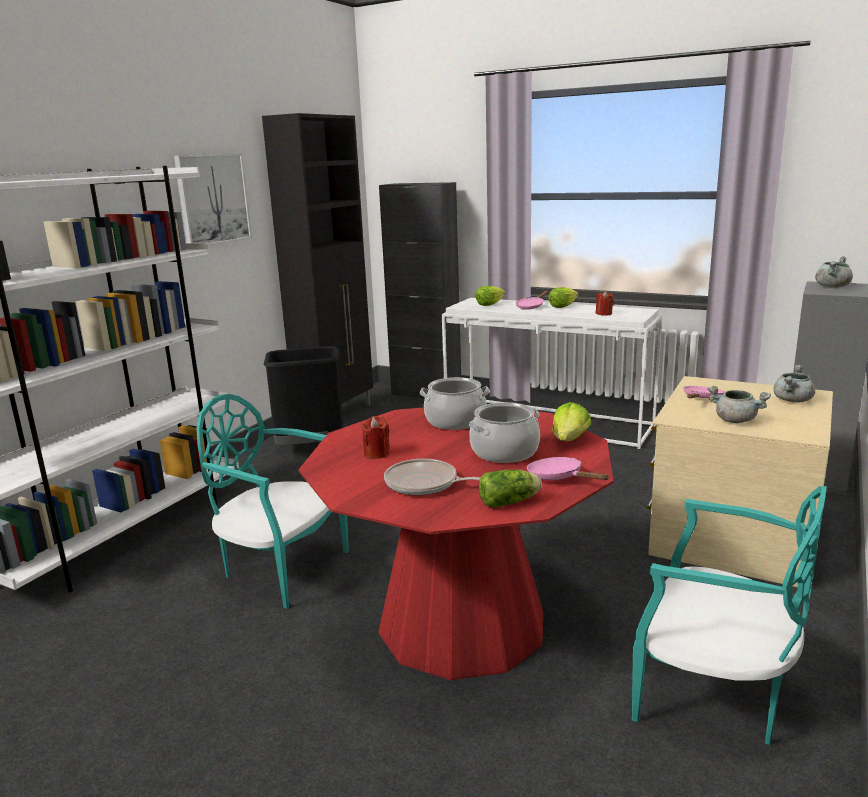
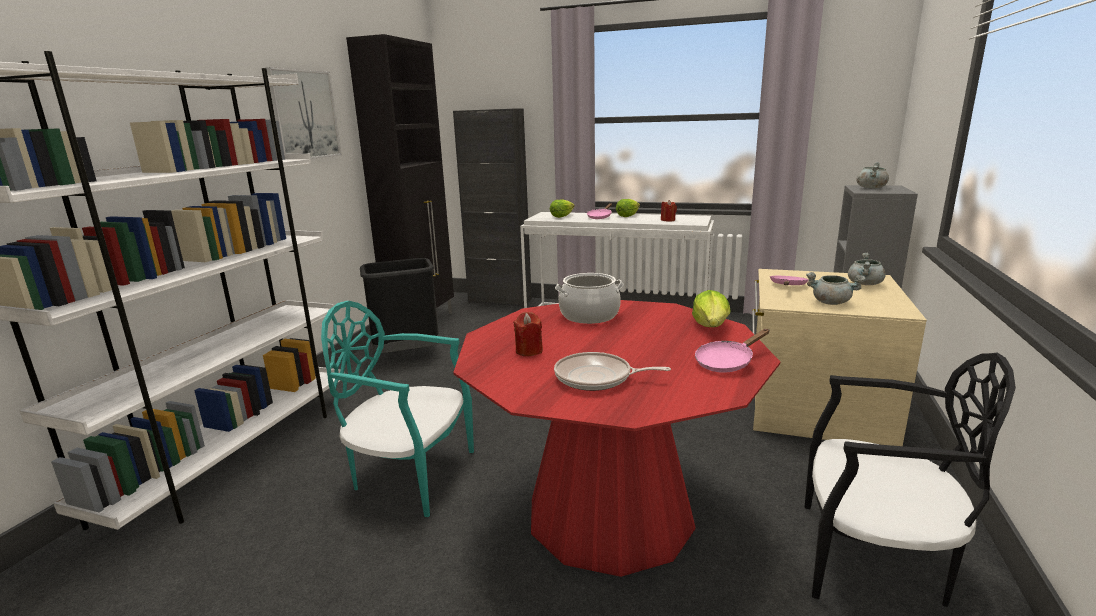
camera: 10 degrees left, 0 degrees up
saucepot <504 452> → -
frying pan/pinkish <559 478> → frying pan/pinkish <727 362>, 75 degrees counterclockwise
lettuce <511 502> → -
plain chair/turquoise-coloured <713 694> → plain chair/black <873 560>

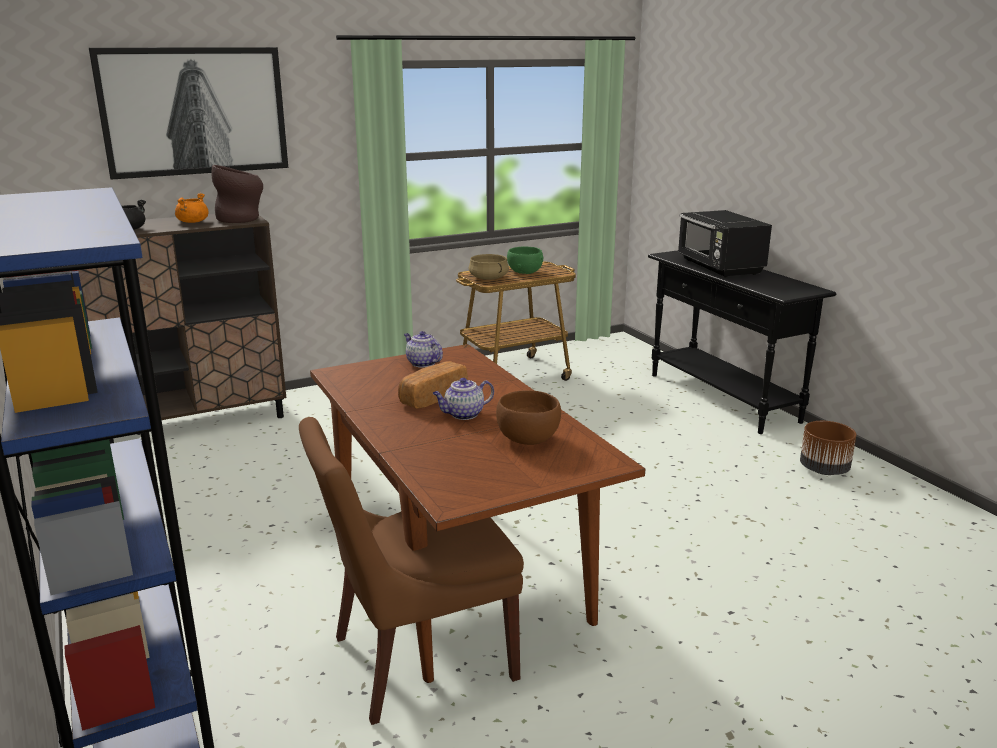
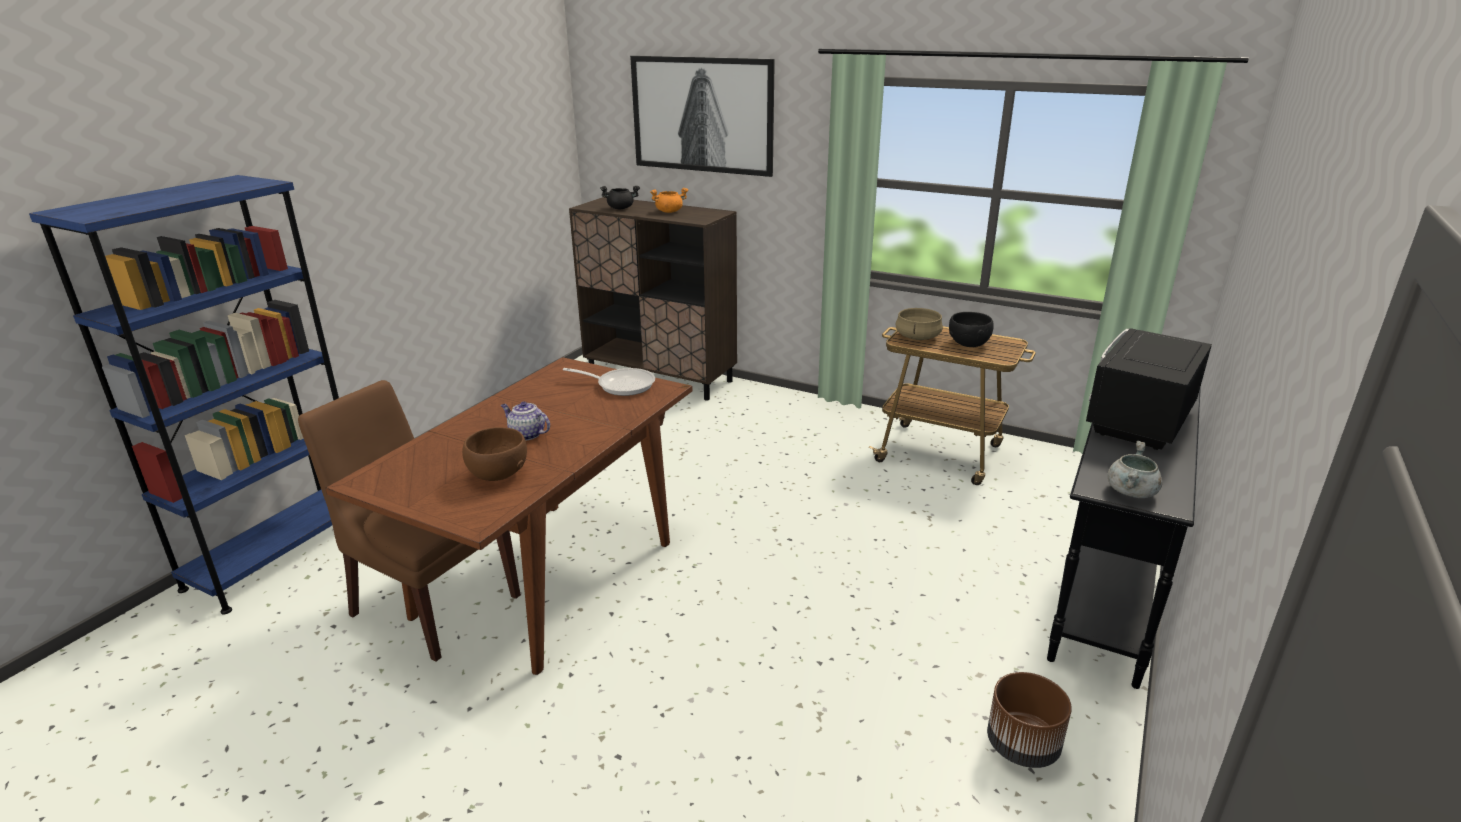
camera: 55 degrees right, 5 degrees up
vase/brown <242 219> → -
serving bowl/greenish <525 272> → serving bowl/black <969 344>
pot for tea <422 363> → frying pan <621 385>
baked bread <432 397> → -
- → saucepot/gray <1131 492>

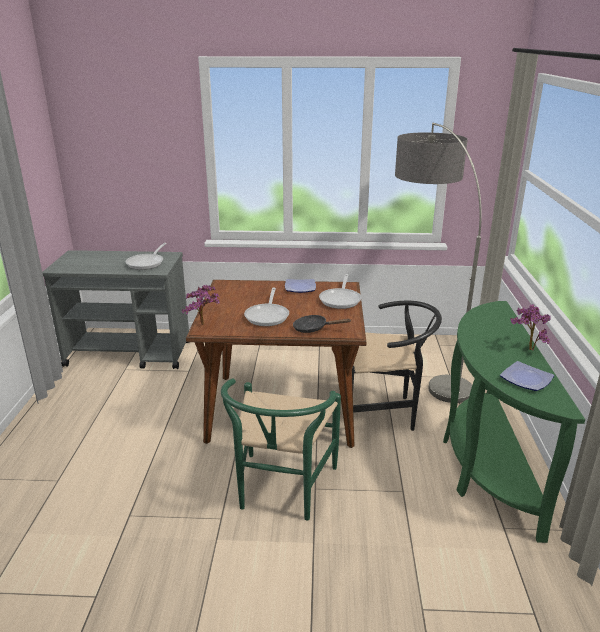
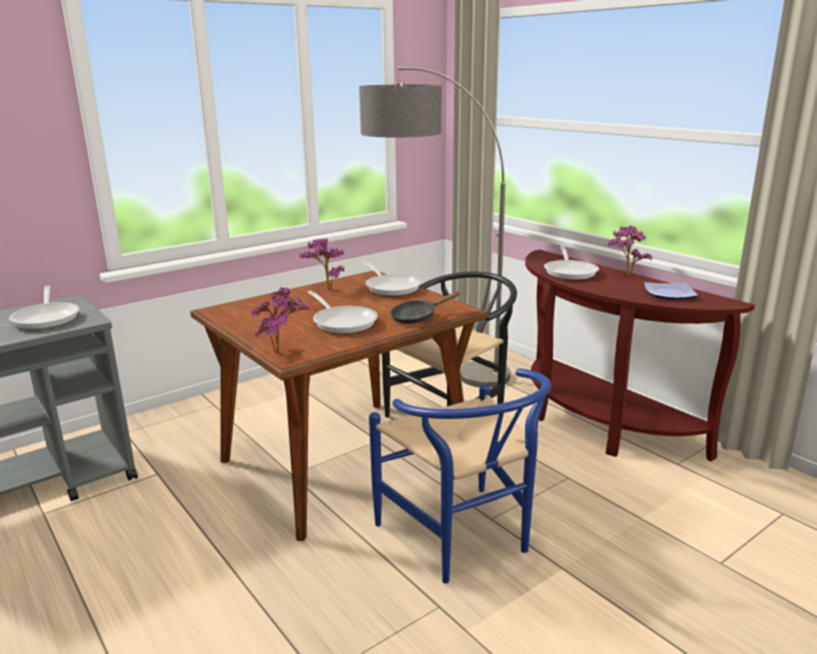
camera: 40 degrees left, 5 degrees down
flat dish <301 288> → potted plant <325 289>
narrow table/greenish <485 466> → narrow table/brown <597 423>
plain chair/greenish <281 491> → plain chair/blue <463 540>
- → frying pan <570 272>

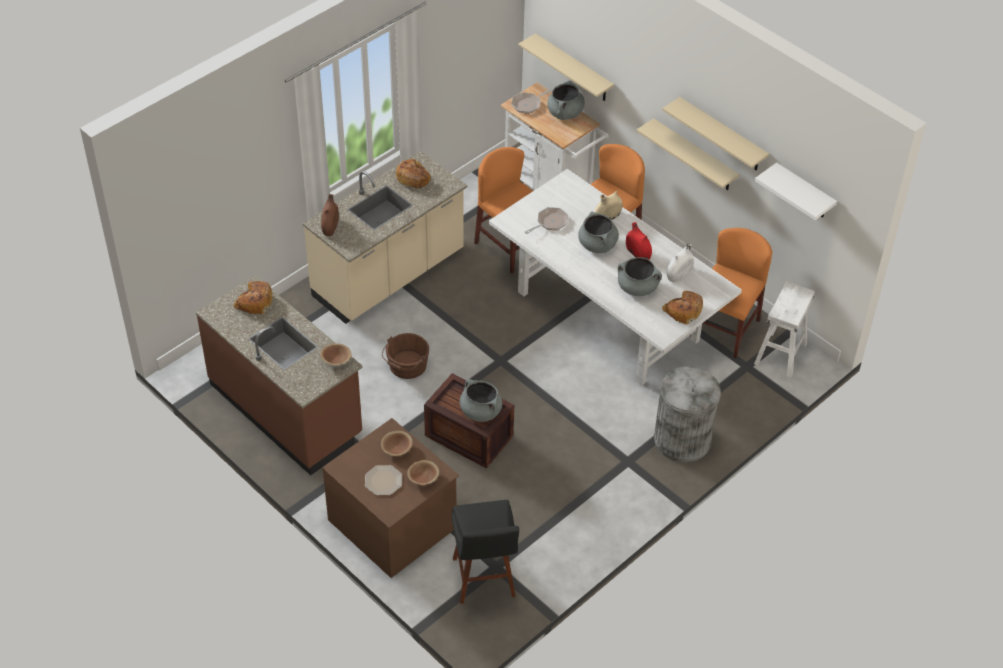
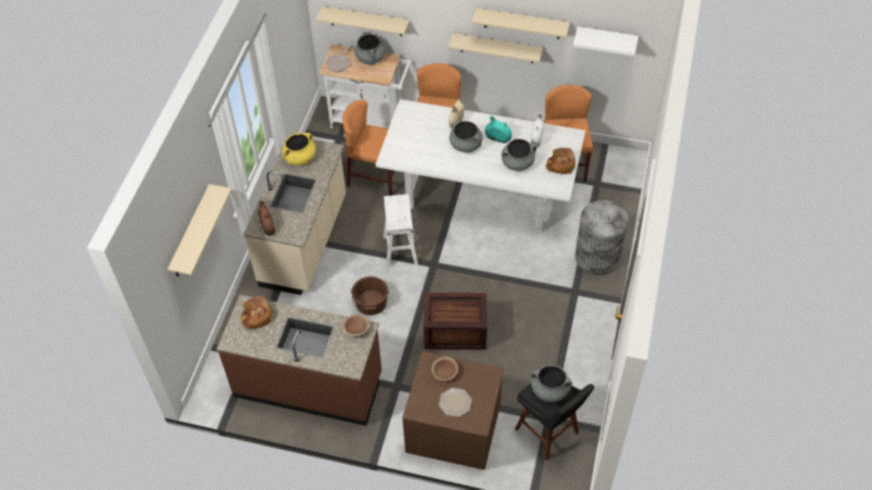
camera: 30 degrees left, 5 degrees up
baked bread <413 178> → saucepot/yellow-coloured <300 158>
frying pan <550 223> → -
vase/red-coloured <637 254> → vase/turquoise-coloured <498 138>
stool/whitish <781 354> → stool/whitish <400 250>, moved
saucepot/gray <480 411> → saucepot/gray <549 390>, moved
serving bowl/brown <423 478> → -
- → shelf/beige-coloured <191 233>

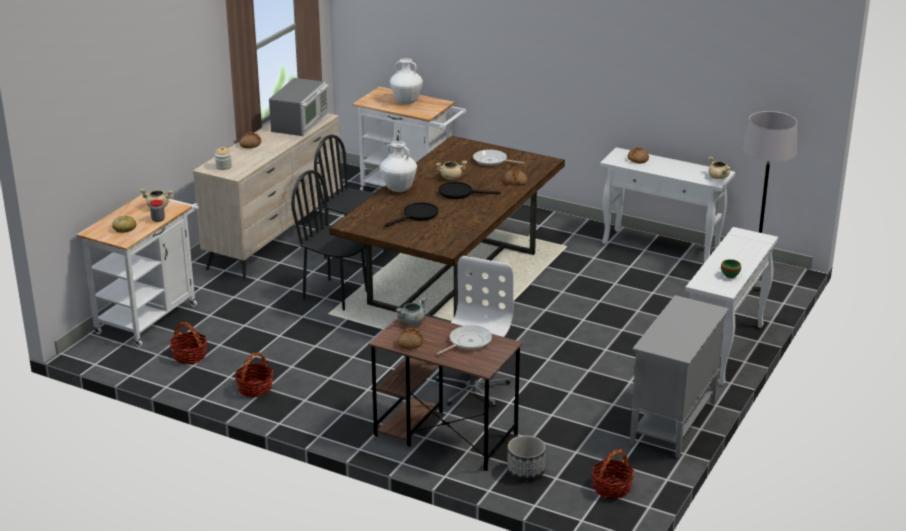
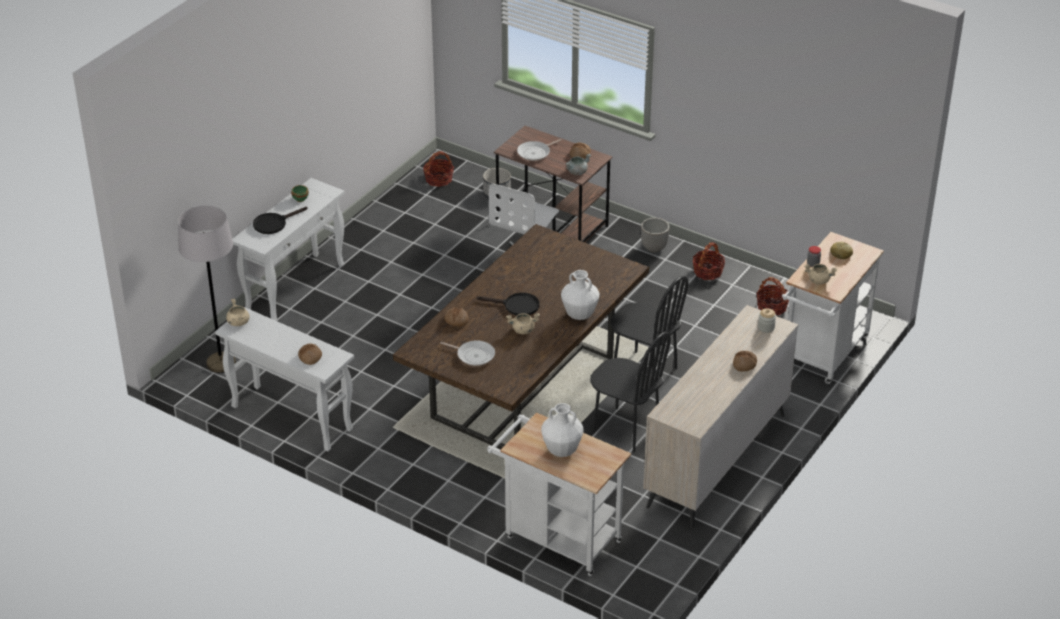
camera: 175 degrees left, 10 degrees up
microwave <300 122> → -
frying pan/black <417 216> → frying pan/black <274 223>, moved
storage cabinet/gray <673 423> → -
- → flower pot <654 247>

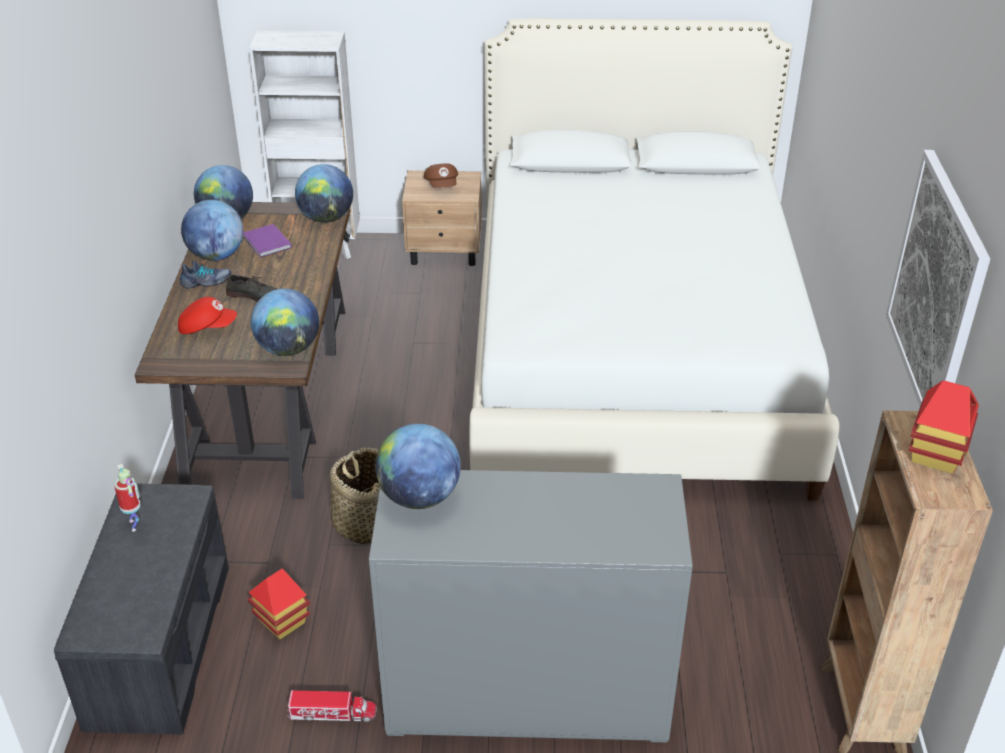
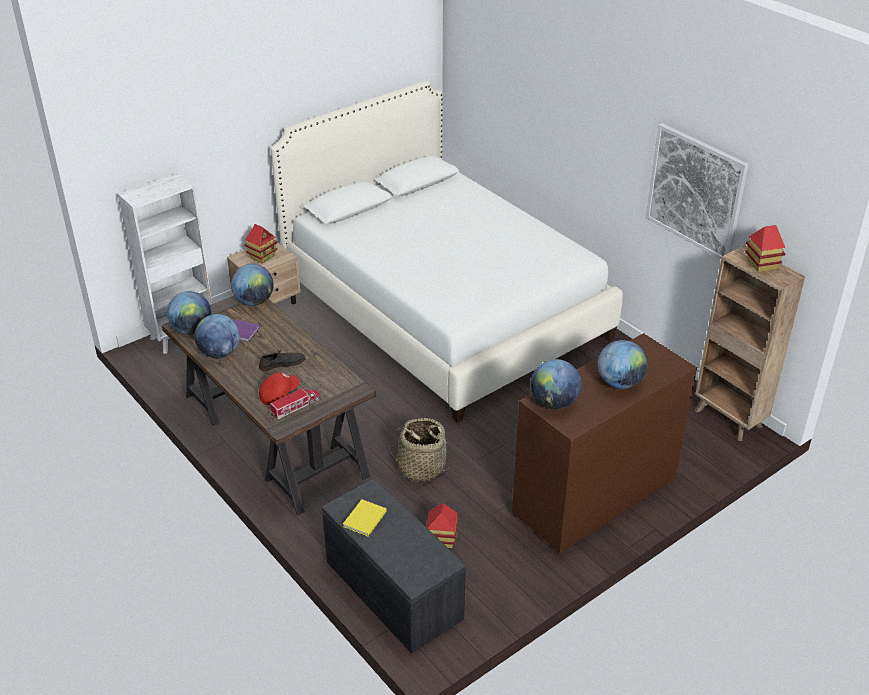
camera: 40 degrees left, 0 degrees up
cap/brown <442 186> → toy house <262 257>
item of footwear <206 282> → -
desk globe <288 349> → desk globe <619 383>, moved
model robot <135 525> → bound book/yellow-coloured <363 519>
dresser/gray <527 693> → dresser/brown <595 497>
toy truck <332 713> → toy truck <295 407>, moved

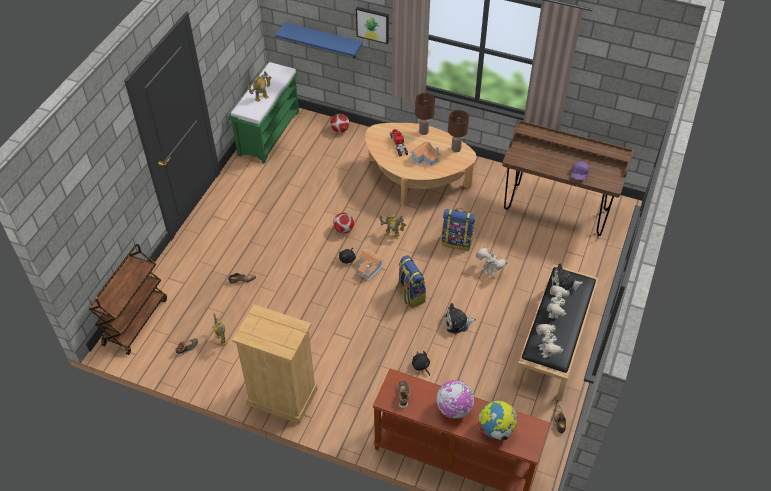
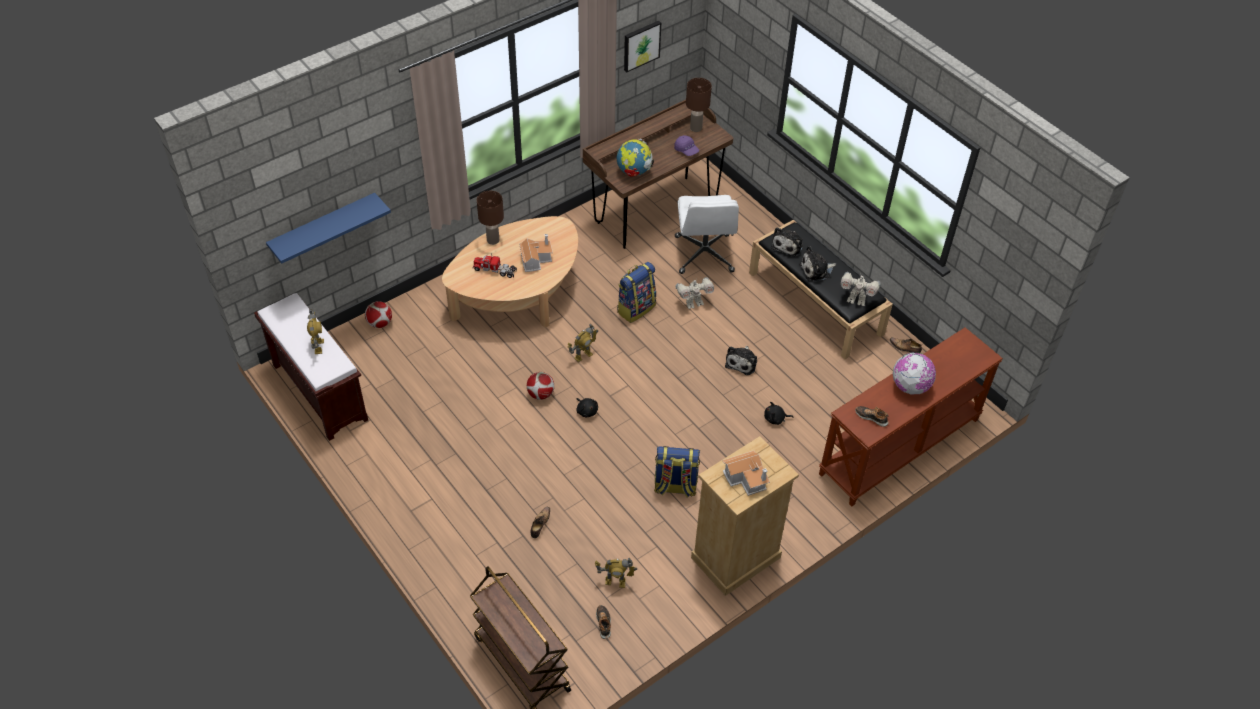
camera: 60 degrees left, 0 degrees up
picture <373 24> → picture <641 45>, moved
long seat/greenish <269 132> → long seat/brown <318 392>
lamp for a table/brown <456 149> → lamp for a table/brown <696 128>, moved
toy house <369 269> → toy house <747 478>, moved
rucksack <410 294> → rucksack <675 486>, moved
model robot <554 313> → soft toy <816 270>
desk globe <495 429> → desk globe <634 172>, moved
- → office chair/whitish <704 255>

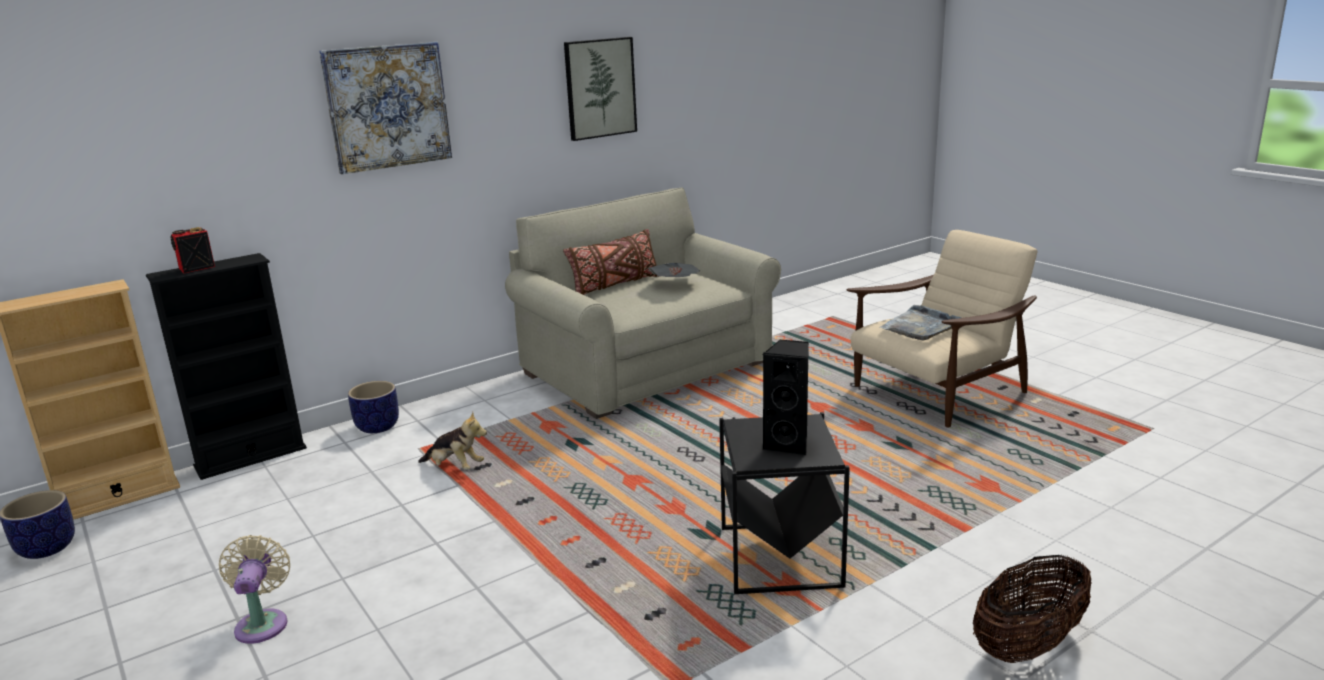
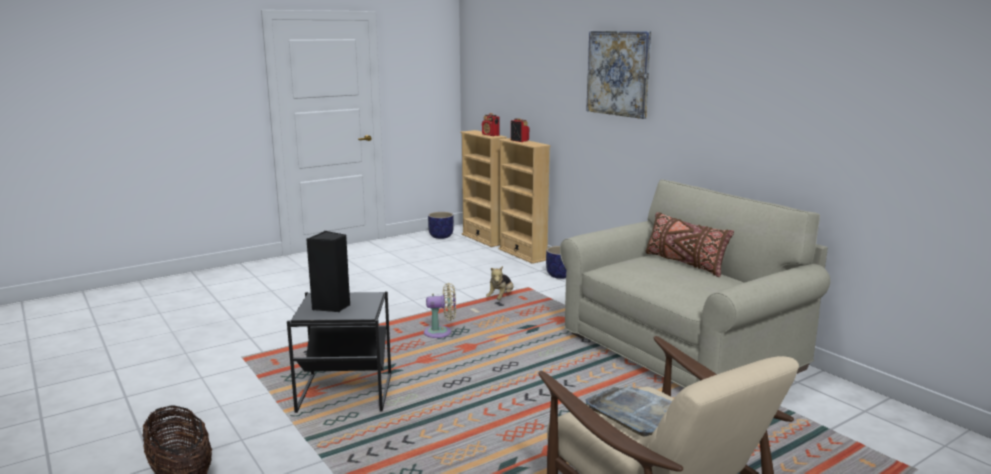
camera: 90 degrees right, 5 degrees down
picture <600 88> → -
bookshelf/black <250 457> → bookshelf/beige-coloured <522 254>
newspaper <675 284> → -
cooling fan/beige-coloured <262 623> → cooling fan/beige-coloured <441 332>, moved
- → radio <490 135>

